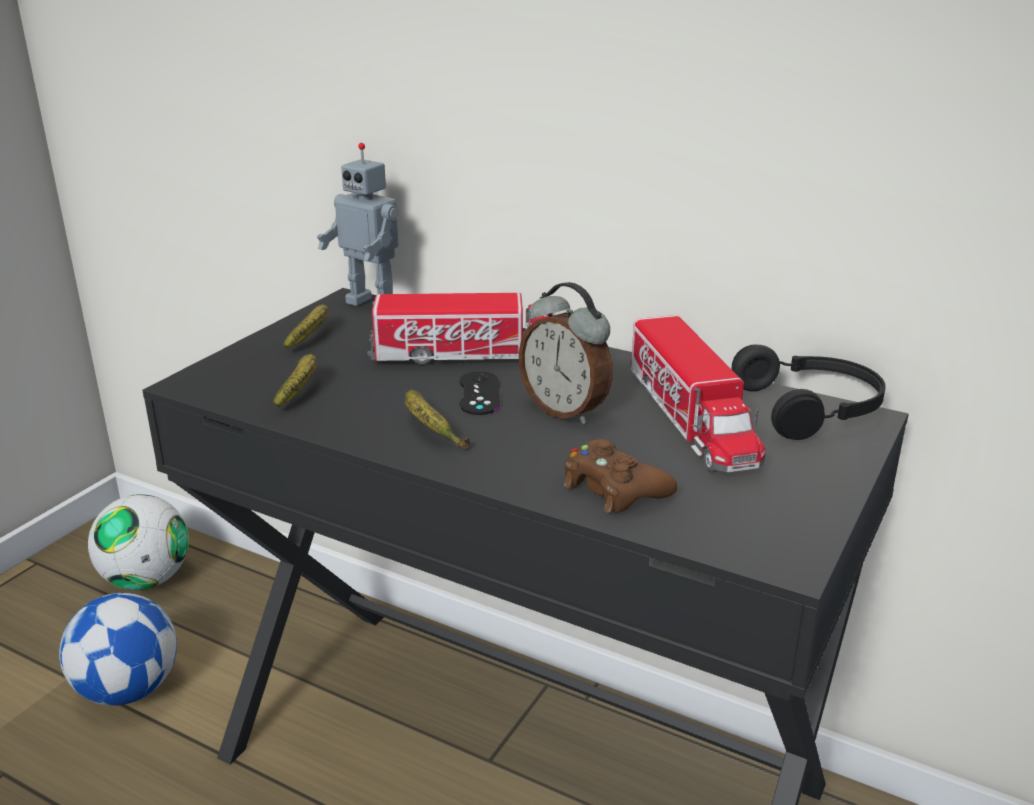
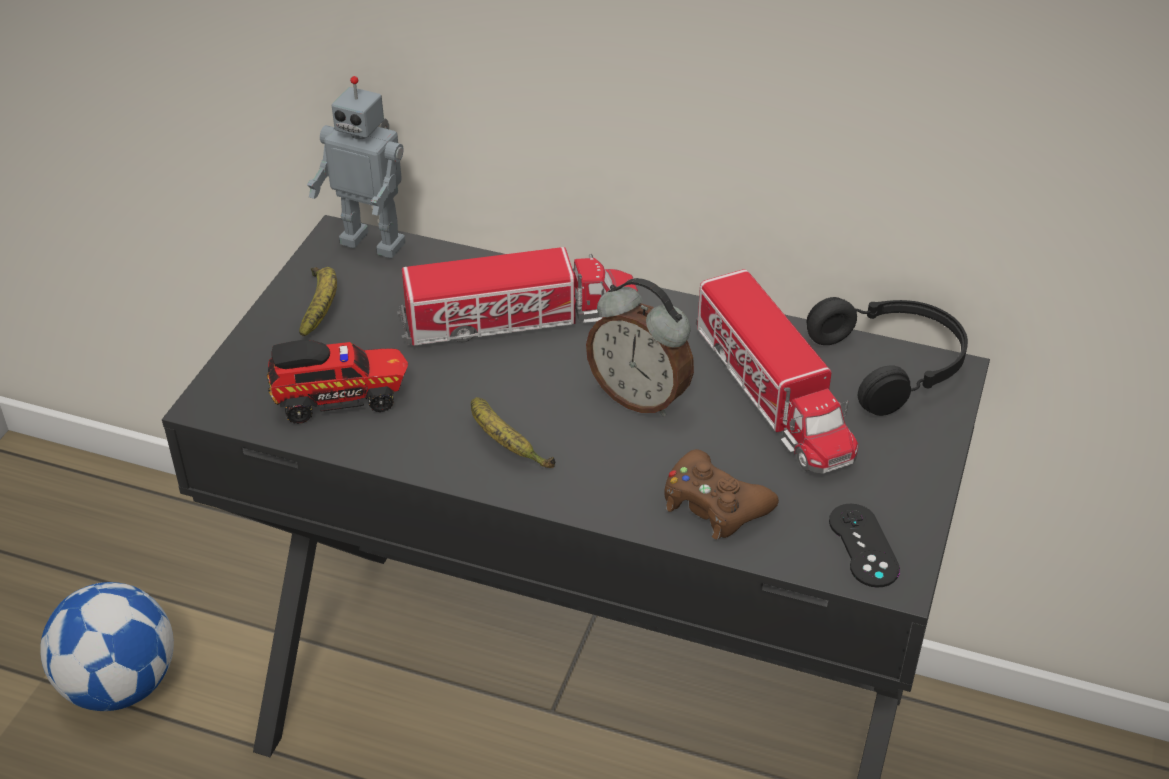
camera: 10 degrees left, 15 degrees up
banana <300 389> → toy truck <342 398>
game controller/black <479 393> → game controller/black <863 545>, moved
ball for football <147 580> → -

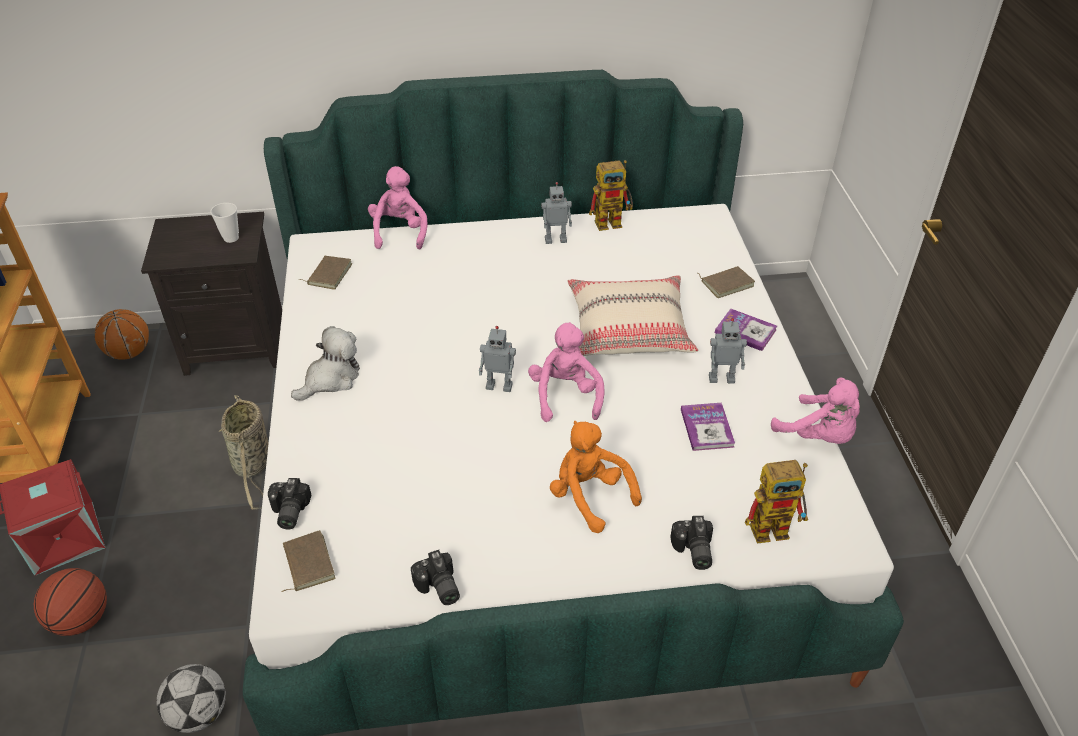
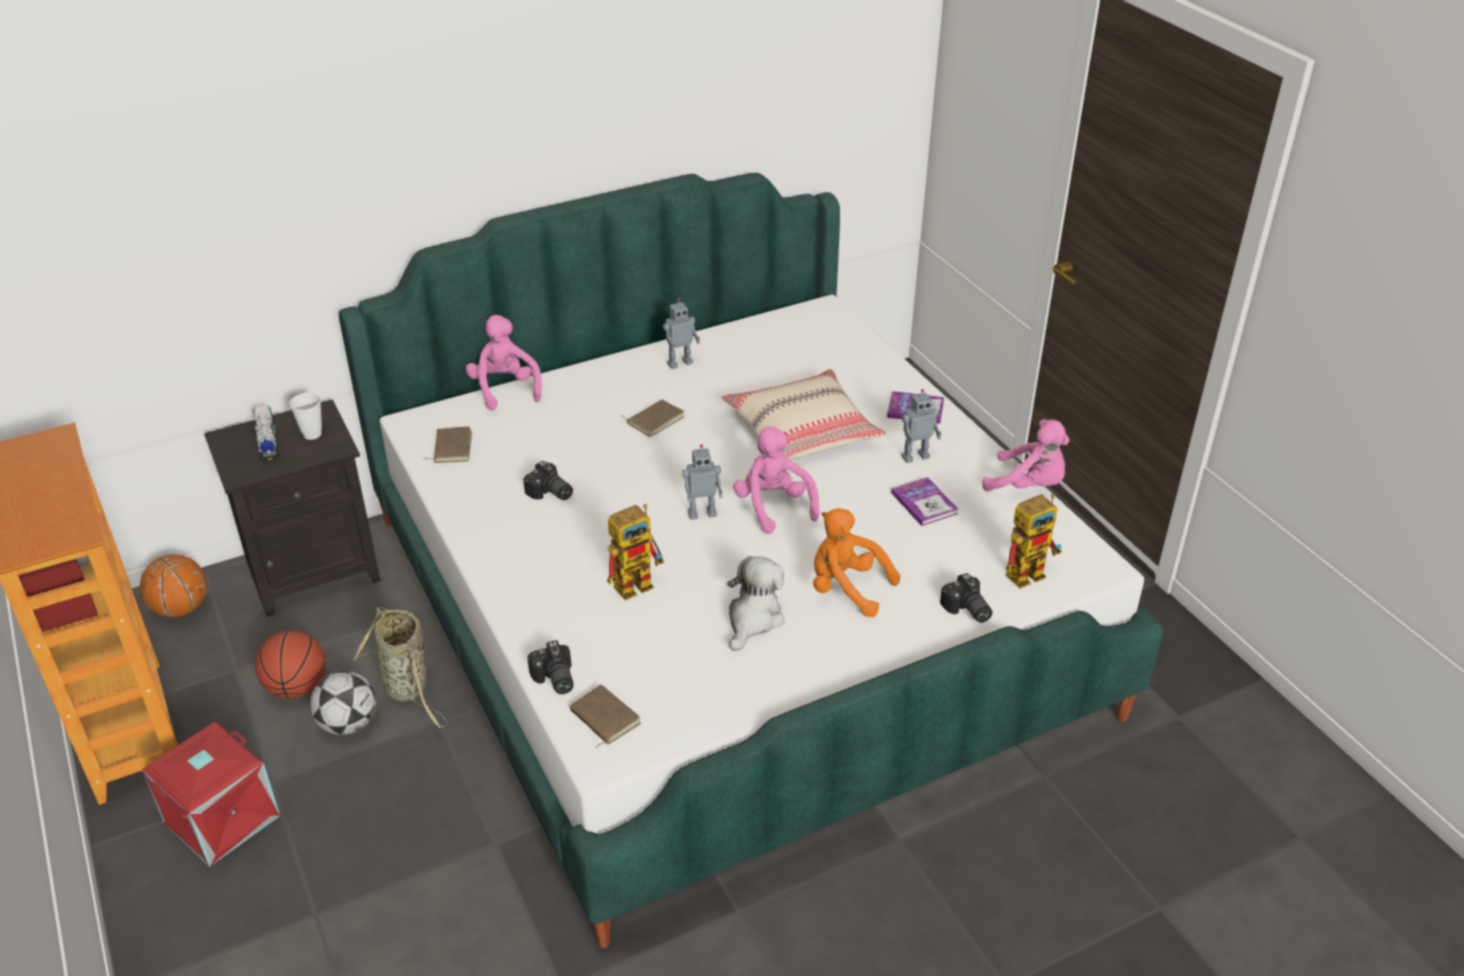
camera: 20 degrees left, 5 degrees down
model robot <613 221> → model robot <639 582>, moved
bound book/brown <726 283> → bound book/brown <654 420>, moved
soft toy <331 379> → soft toy <753 619>, moved
photo camera <438 588> → photo camera <550 493>, moved
basketball ball <81 619> → basketball ball <297 687>, moved
ball for football <199 713> → ball for football <348 724>, moved
- → toy truck <268 443>

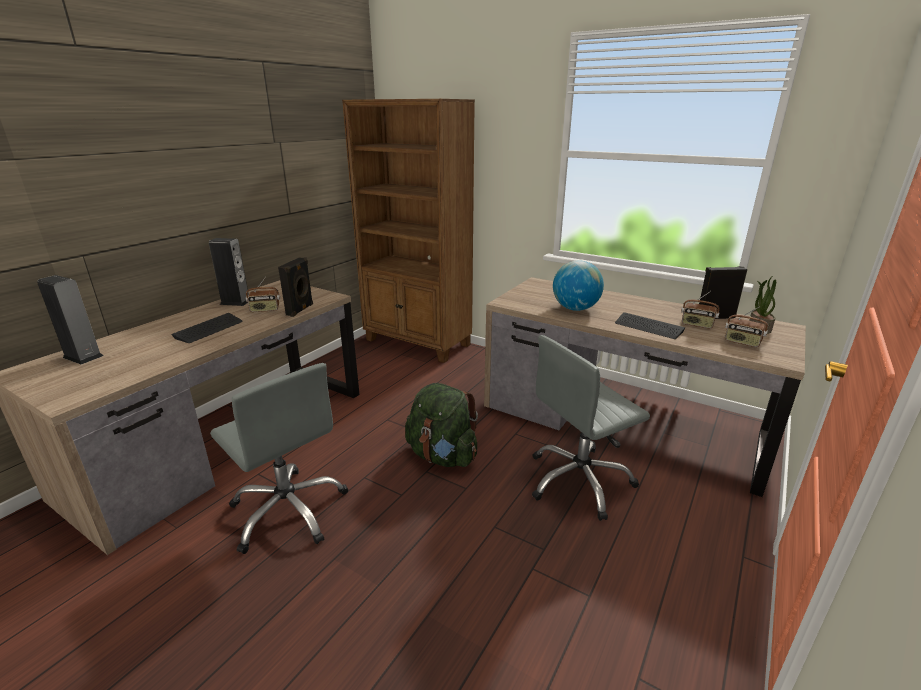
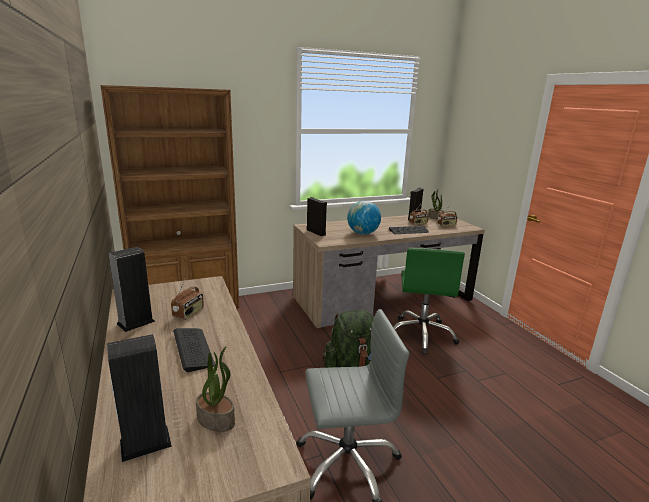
camera: 55 degrees left, 5 degrees down
speaker/black <300 310> → speaker/black <316 232>, moved
office chair/gray <579 481> → office chair/greenish <422 334>
- → potted plant <216 420>

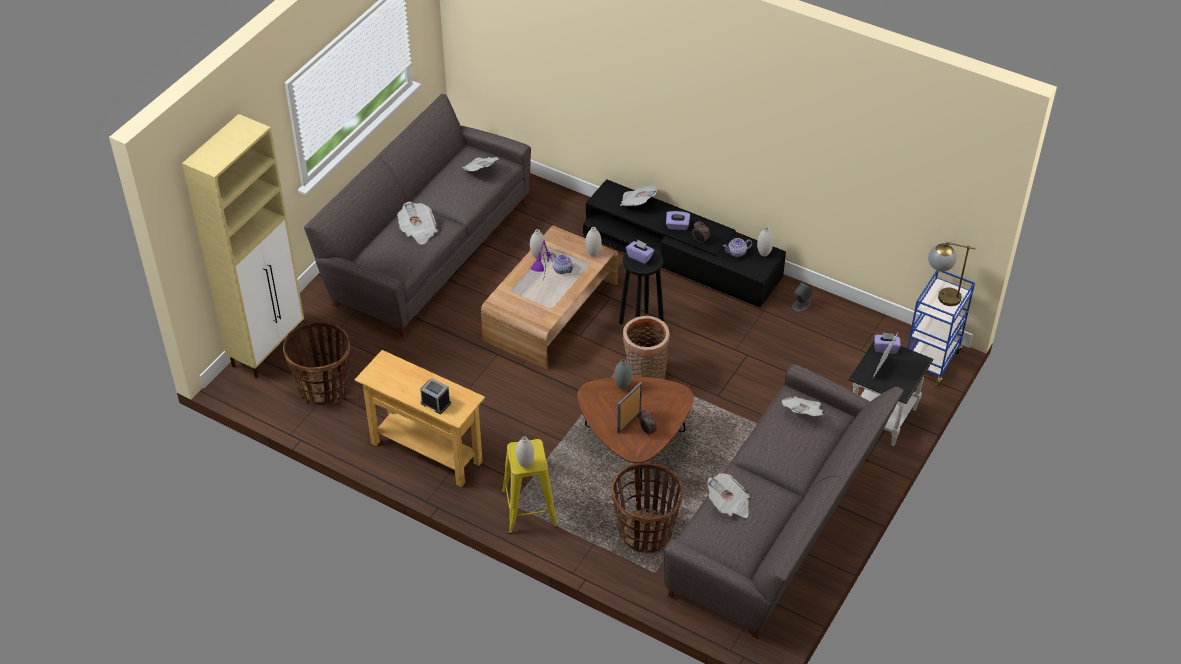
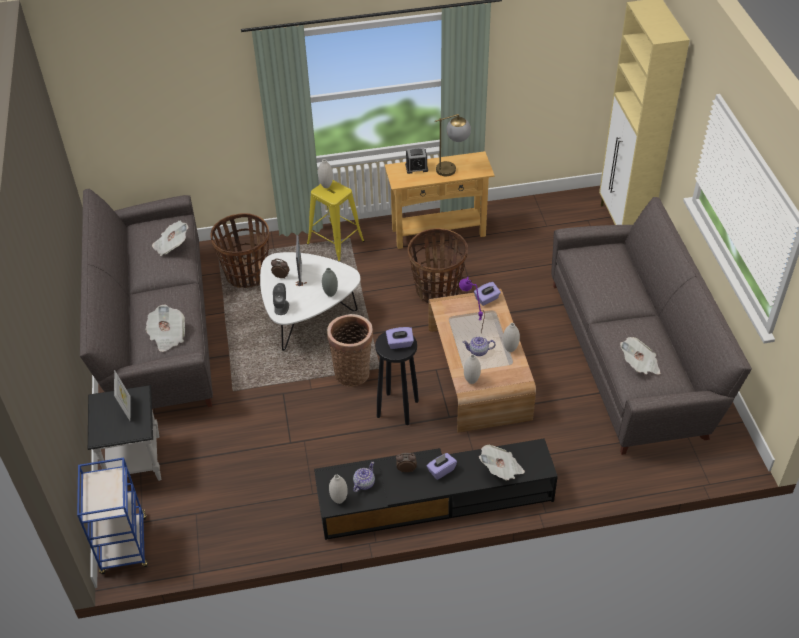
camera: 140 degrees right, 0 degrees up
newspaper <418 231> → -
lamp for a table <940 296> → lamp for a table <452 168>, moved
speaker/gray <801 305> → speaker/gray <281 307>, moved
basket <323 388> → basket <437 290>, moved
box of tissues/purplish <886 348> → box of tissues/purplish <487 299>, moved
lounge table/brown <634 448> → lounge table/whitish <307 318>

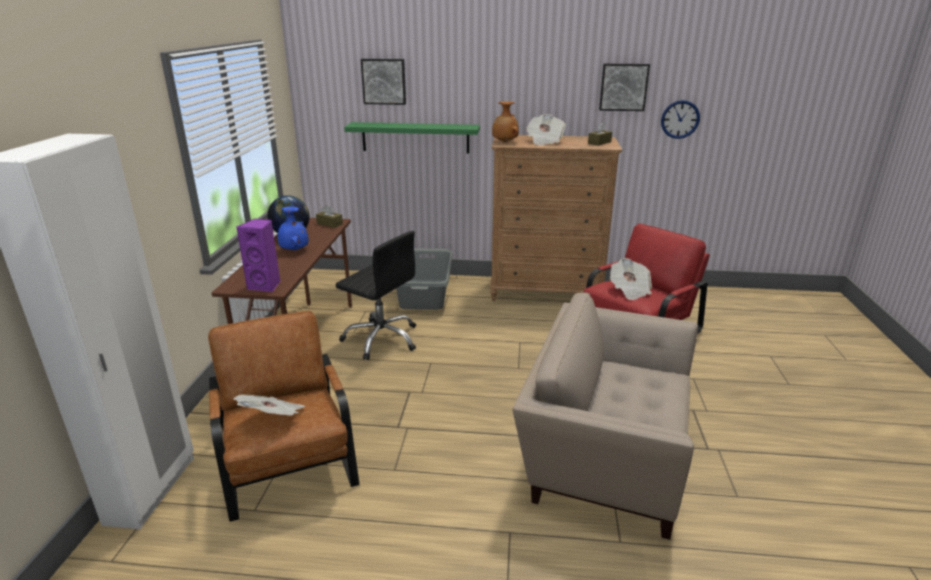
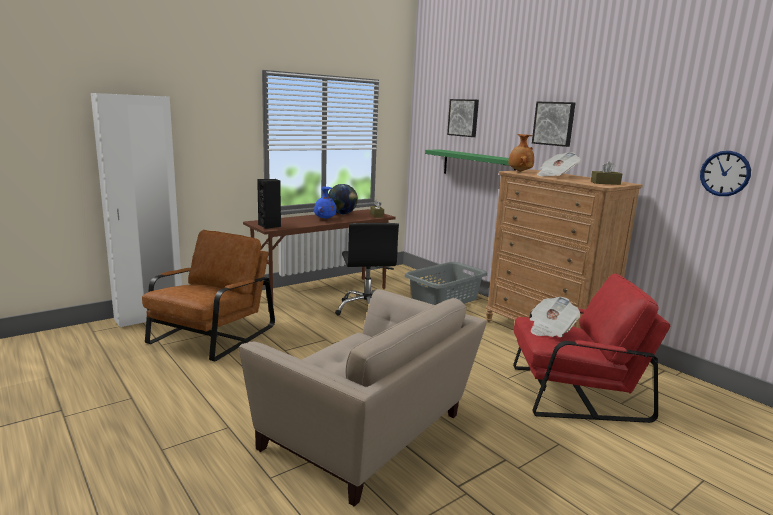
camera: 45 degrees right, 10 degrees down
picture <623 87> → picture <554 123>, moved
speaker/purplish <266 286> → speaker/black <270 226>
easy chair/beige-coloured <604 454> → easy chair/beige-coloured <368 434>, 150 degrees clockwise
newspaper <273 418> → -

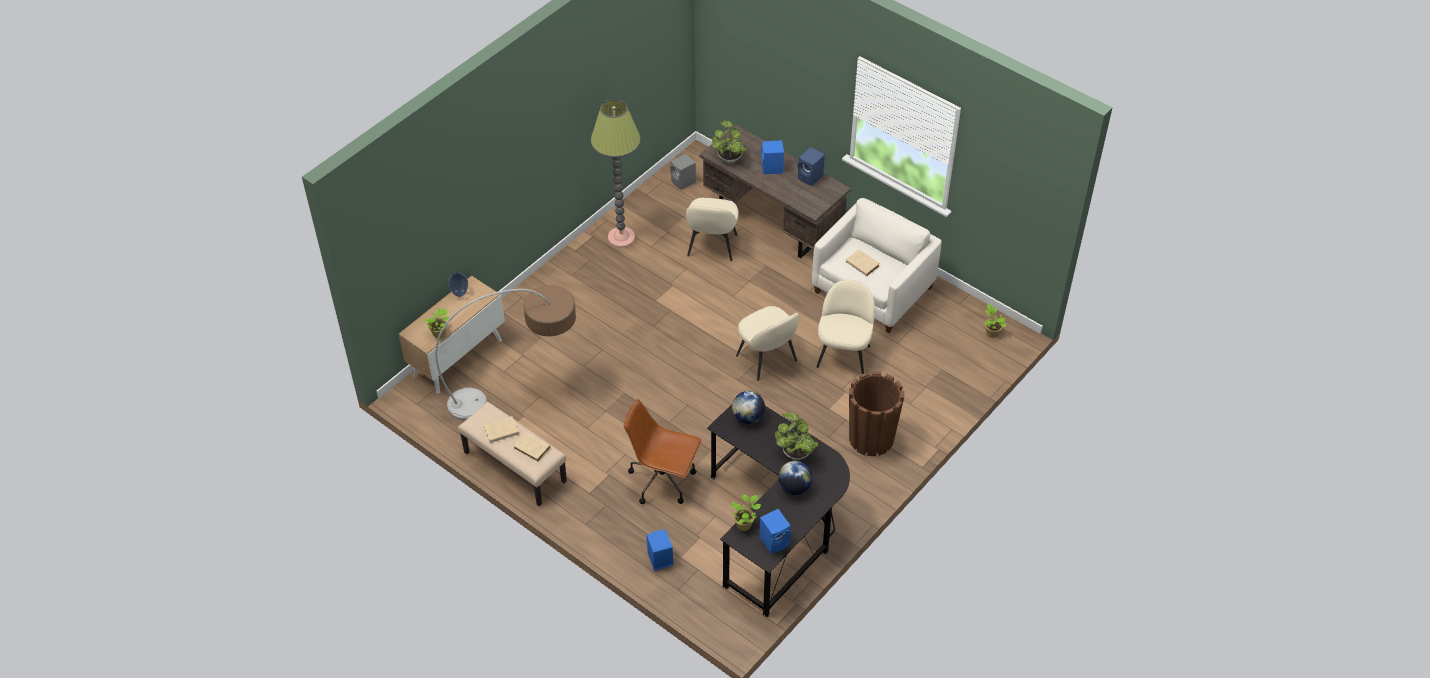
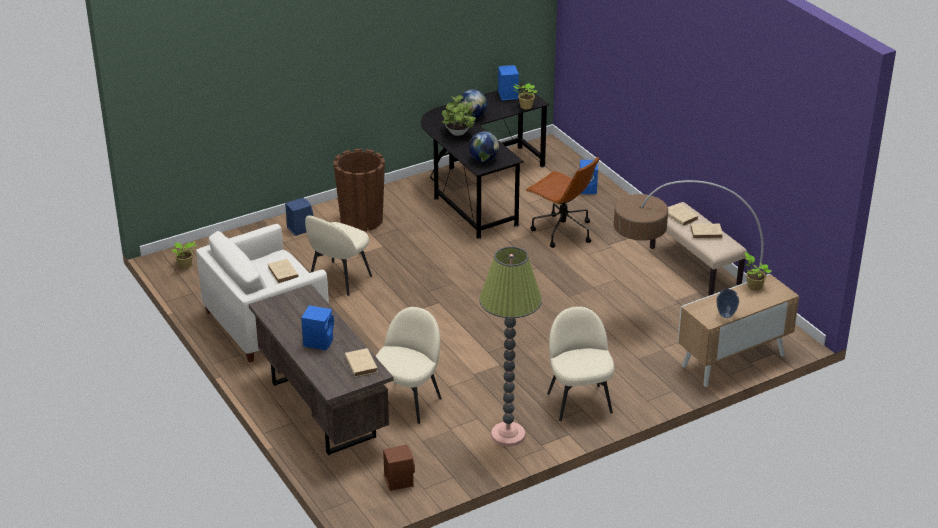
camera: 160 degrees left, 15 degrees down
potted plant <729 158> → bound book/beige-coloured <360 364>
speaker/blue <811 177> → speaker/blue <299 228>, moved
speaker/gray <683 182> → speaker/brown <399 480>
plain chair/beige-coloured <767 359> → plain chair/beige-coloured <579 401>, moved

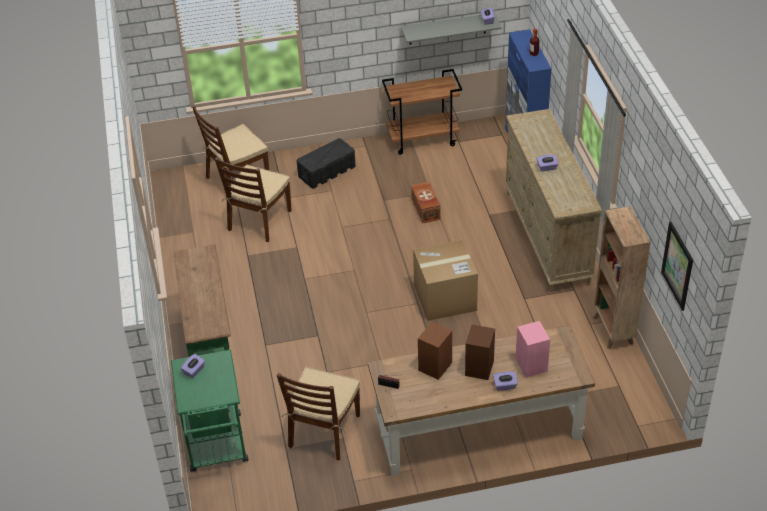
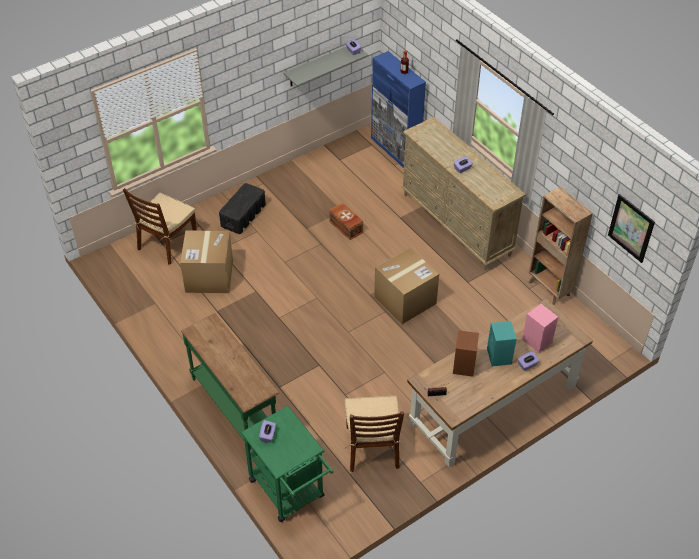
camera: 25 degrees left, 5 degrees up
wheeled cart/brown <423 139> → -
plain chair/brown <259 221> → carton <209 276>
speaker/brown <479 368> → speaker/turquoise-coloured <499 357>

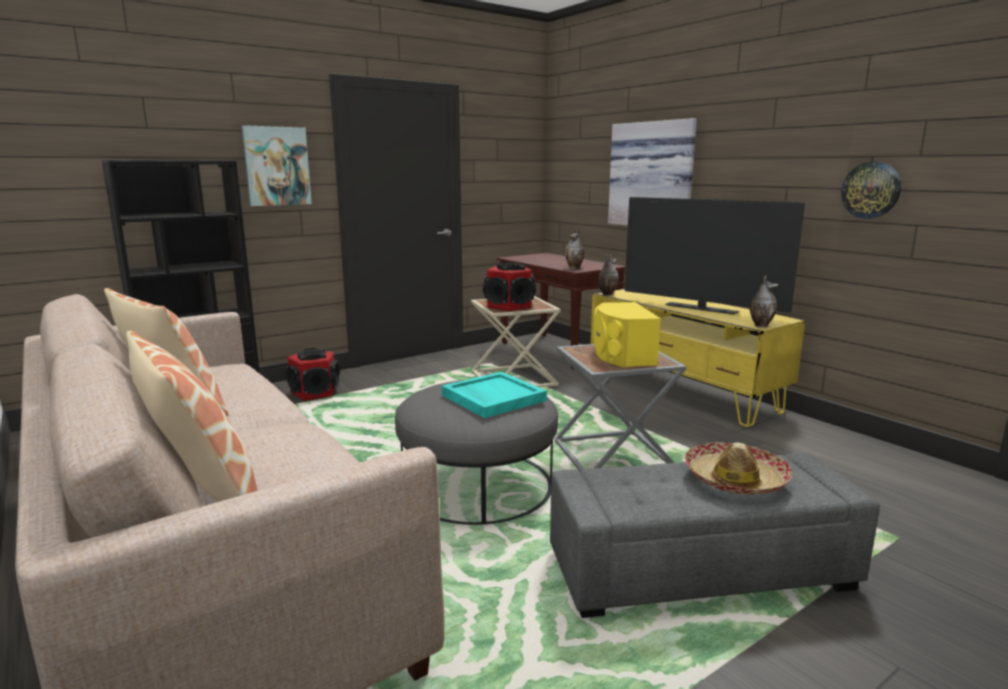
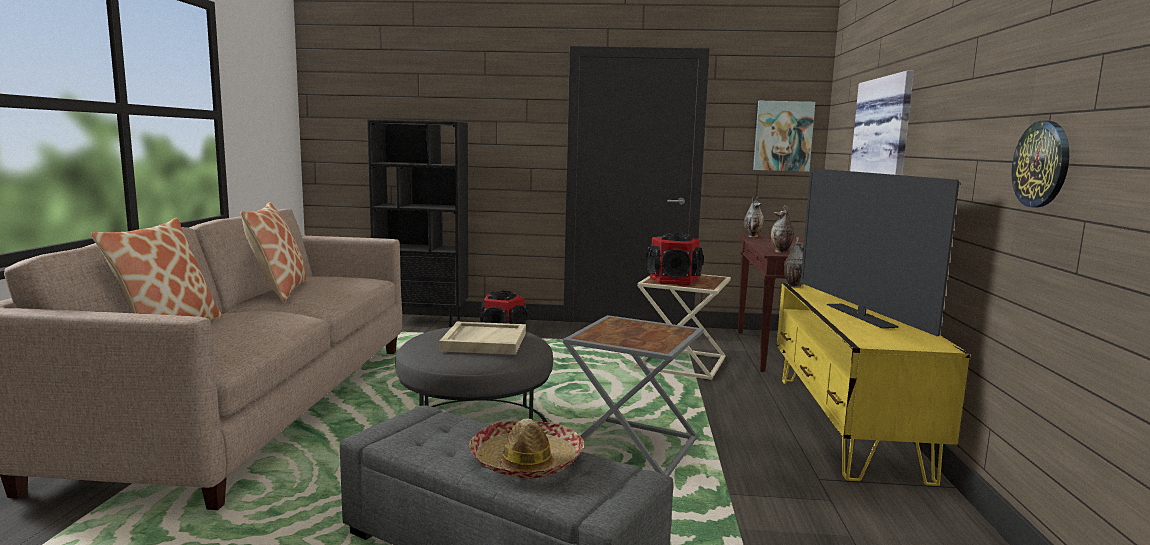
camera: 40 degrees right, 5 degrees down
picture <277 166> → picture <783 136>, moved
vase <760 325> → vase <753 236>, moved
speaker/yellow-coloured <621 355> → -
tray/turquoise-coloured <492 398> → tray/beige-coloured <484 342>

